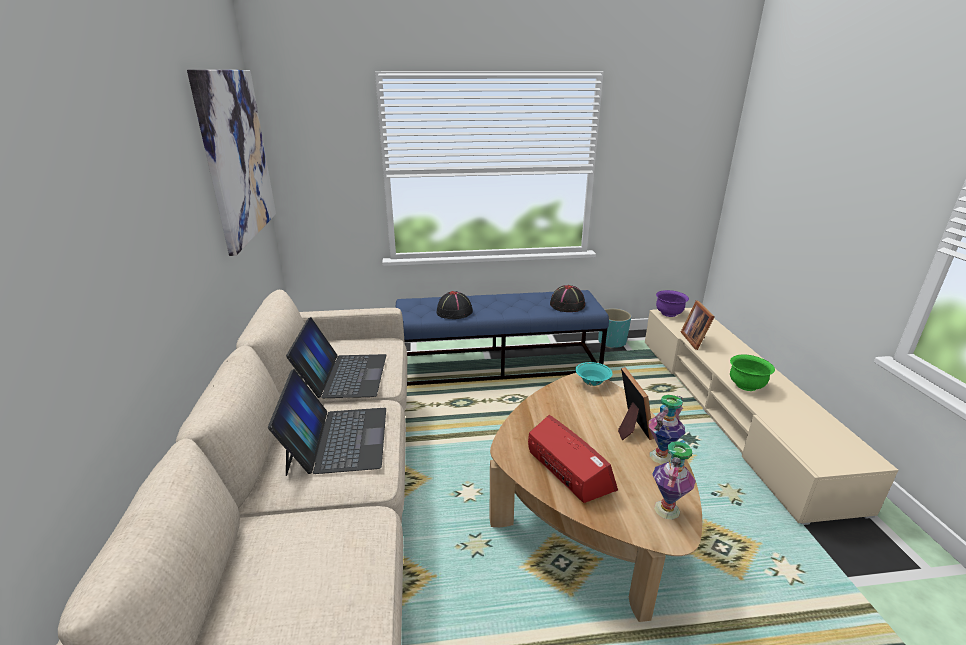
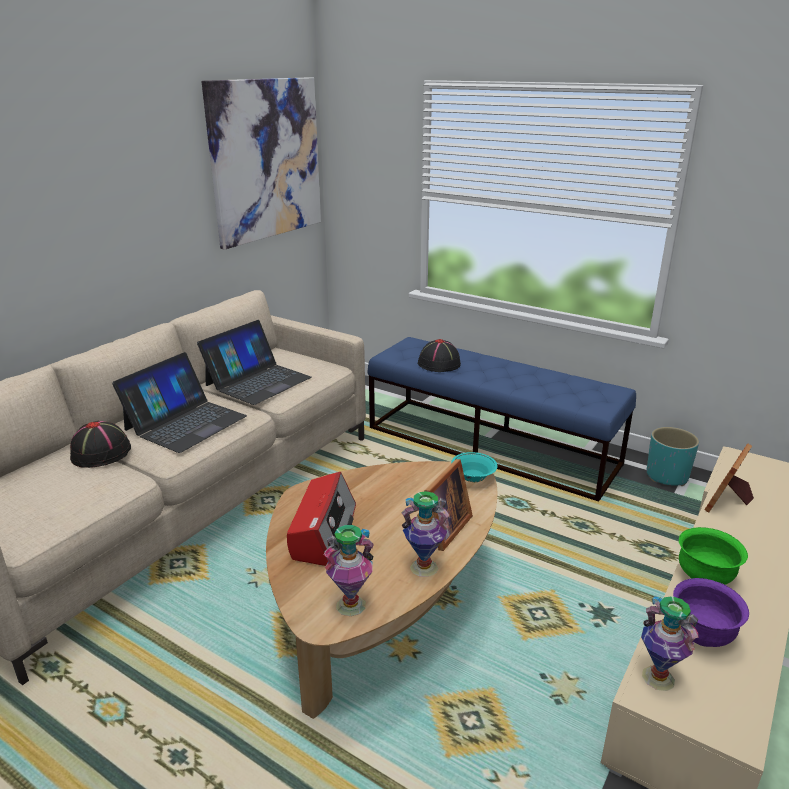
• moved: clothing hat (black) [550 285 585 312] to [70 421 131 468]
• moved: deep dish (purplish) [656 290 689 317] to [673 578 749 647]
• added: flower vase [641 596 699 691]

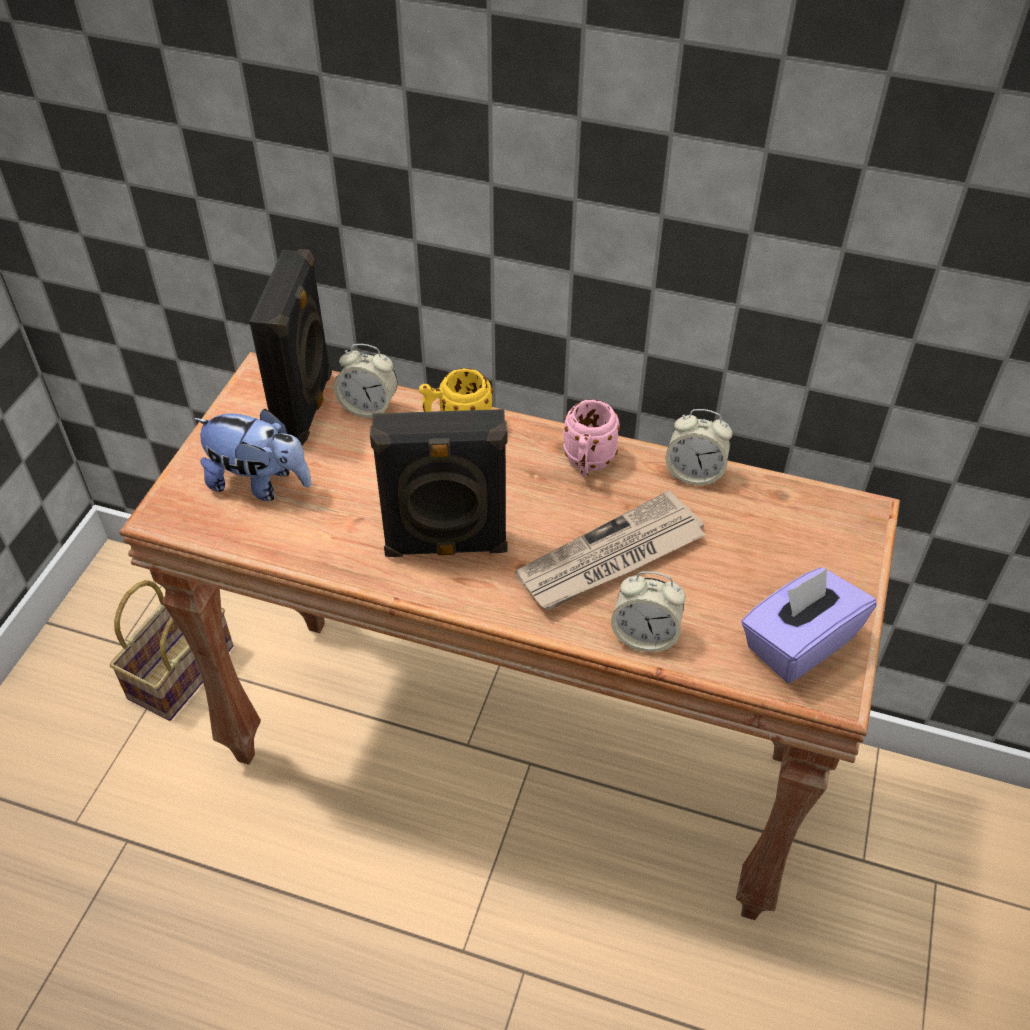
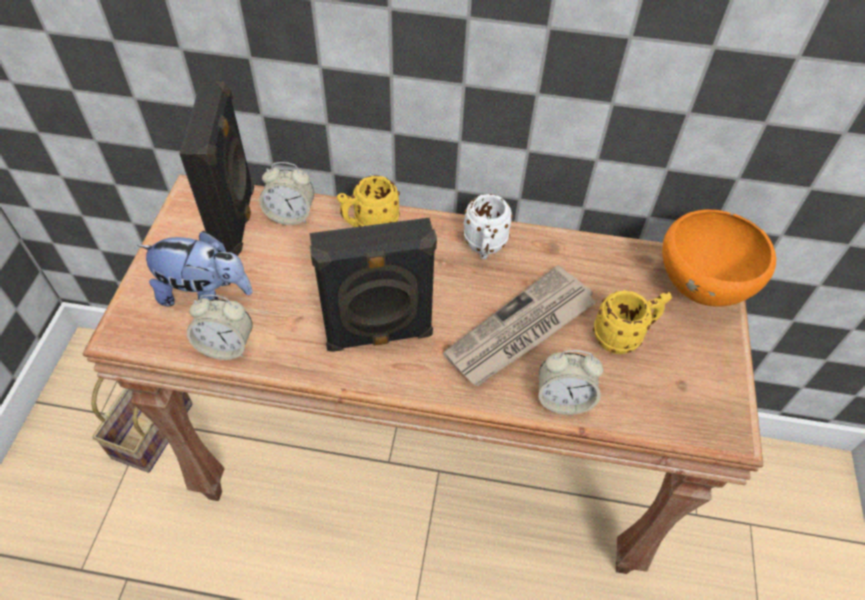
• recoloured: mug (pink) [563 399 620 477] to mug (white-coloured) [463 194 513 259]
• moved: table clock [666 409 732 486] to [187 295 253 360]
• removed: box of tissues (purplish) [741 568 876 683]
• added: deep dish (orangey) [662 210 776 307]
• added: mug (yellowish) [593 290 672 354]

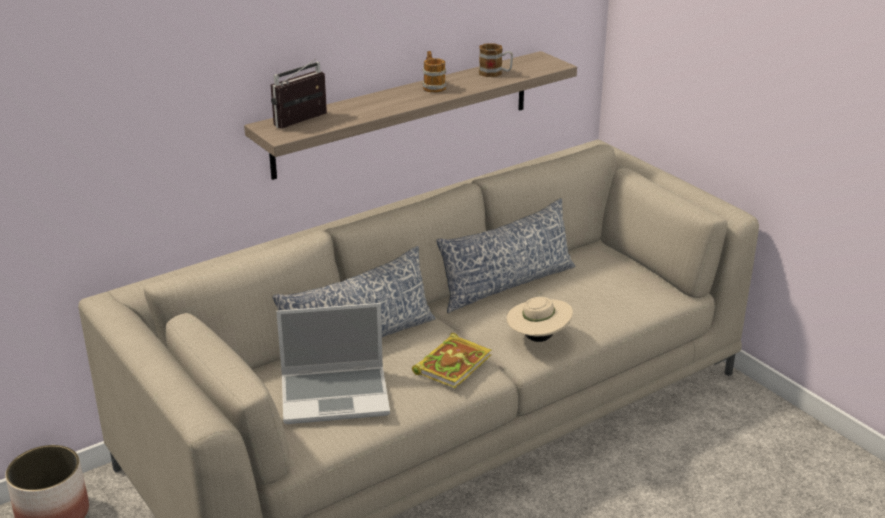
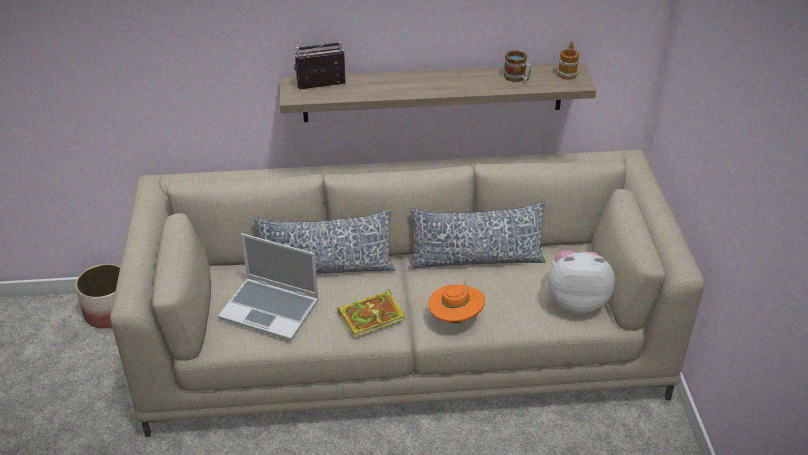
• moved: mug [422 51 447 93] to [557 41 579 80]
• recoloured: clothing hat (beige) [506 291 573 342] to clothing hat (orangey) [428 280 485 323]
• added: plush toy [548 251 615 313]

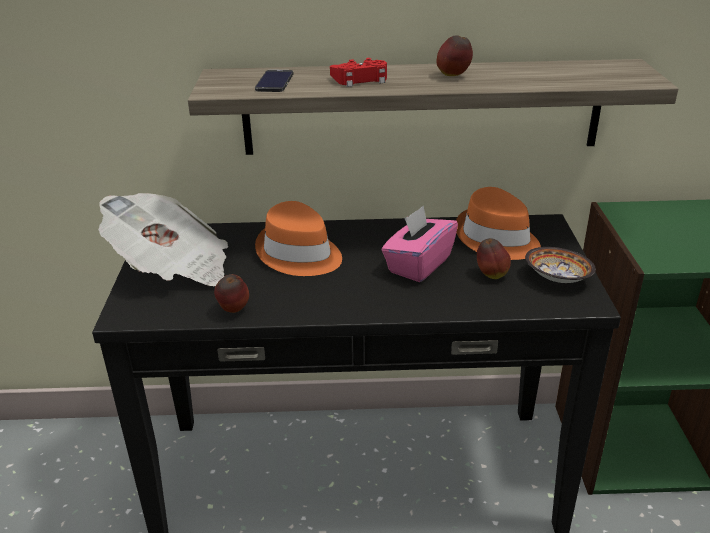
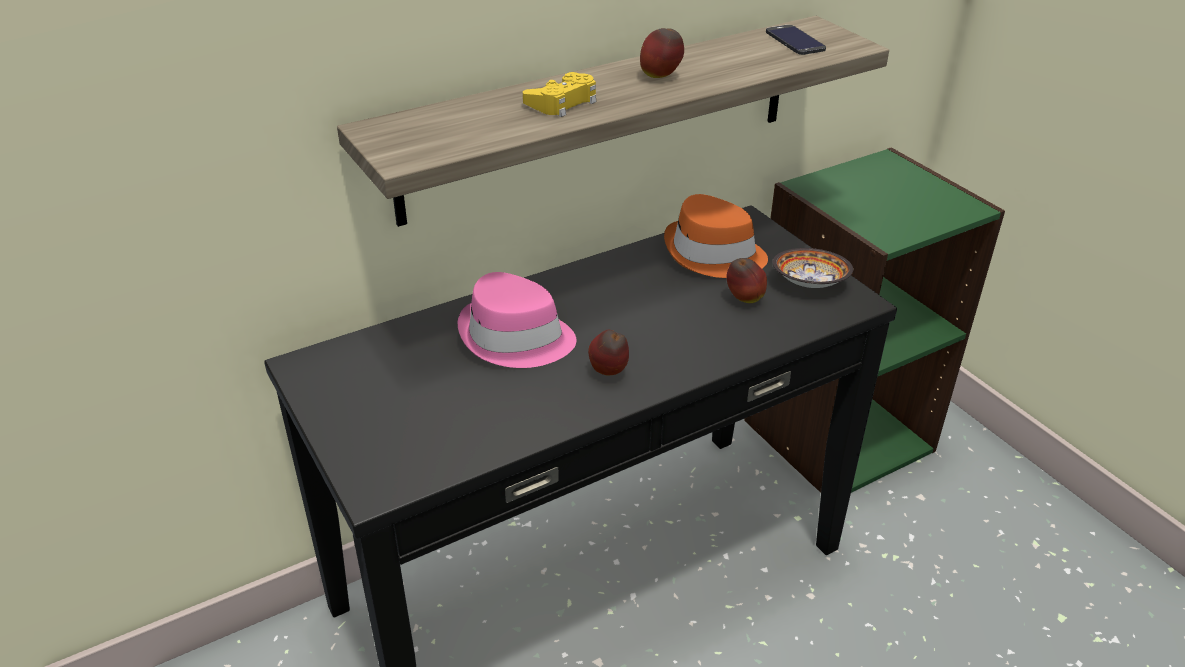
• recoloured: game controller (red-coloured) [330 58 387 87] to game controller (yellowish) [523 72 596 117]
• moved: phone [255 70 294 92] to [766 25 826 55]
• removed: daily paper [98 193 228 286]
• recoloured: clothing hat (orangey) [255 201 342 276] to clothing hat (pink) [458 272 576 368]
• removed: box of tissues (pink) [382 206 458 282]
• moved: apple [214 274 249 313] to [588 330 629 375]

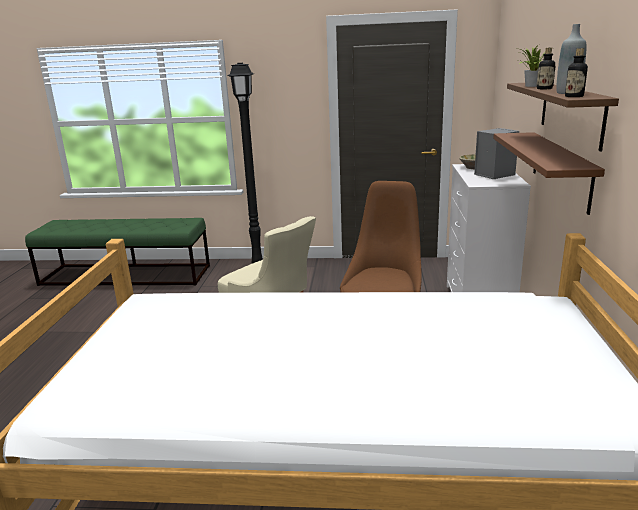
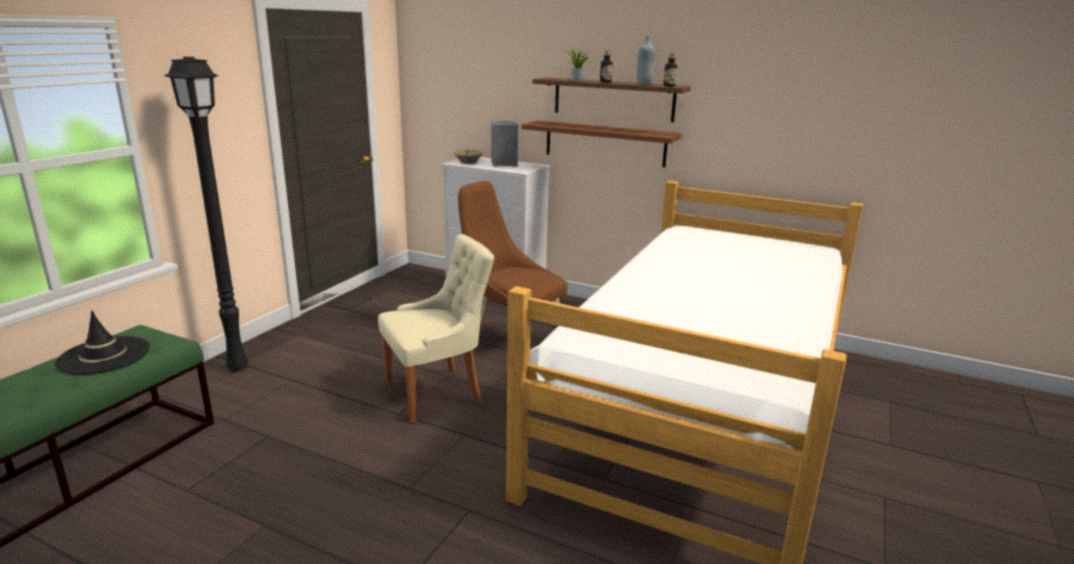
• added: clothing hat (black) [55 311 150 375]

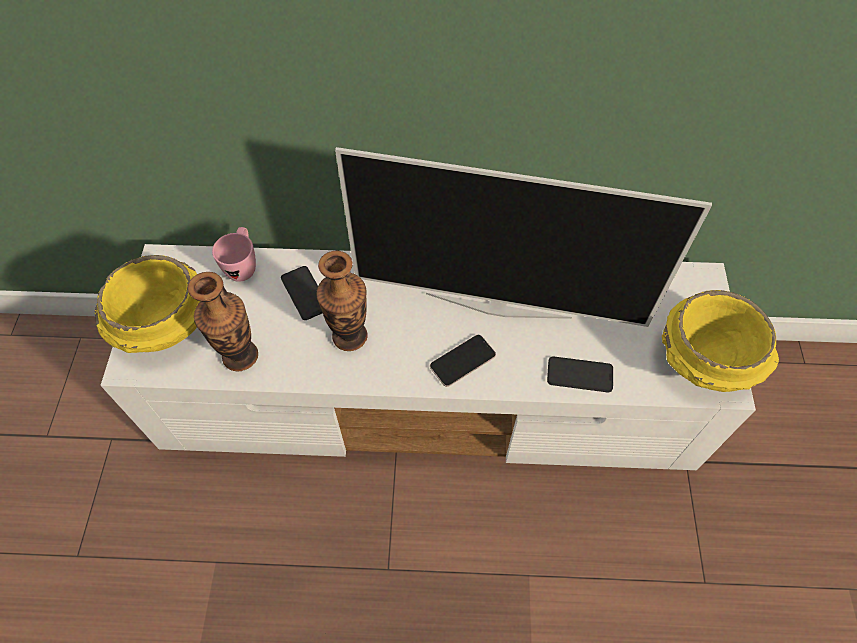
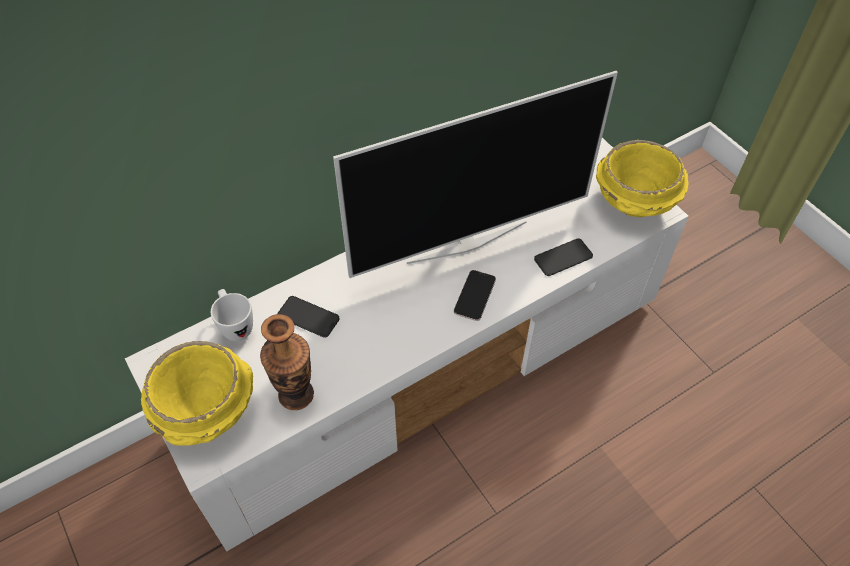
• recoloured: mug (pink) [212 227 256 282] to mug (white-coloured) [211 289 253 341]
• removed: flower vase [317 251 368 351]

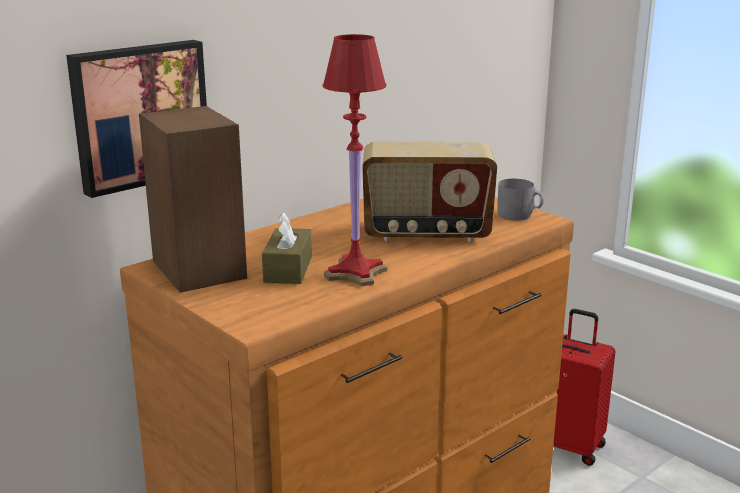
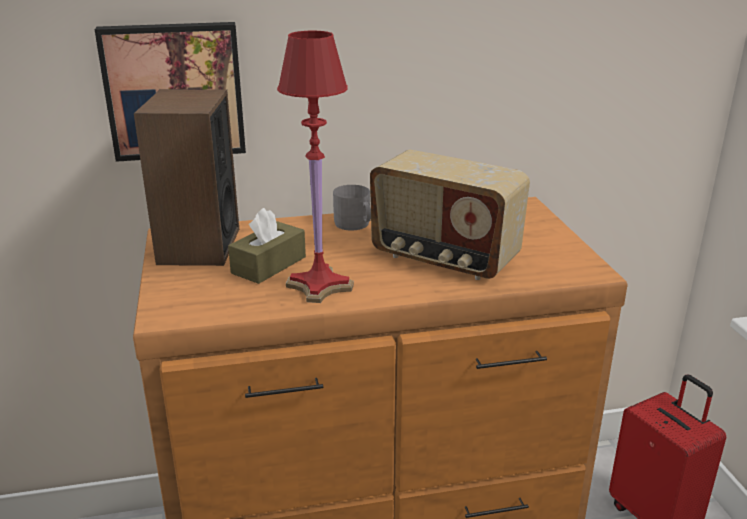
• moved: mug (gray) [497 179 544 221] to [333 185 371 231]

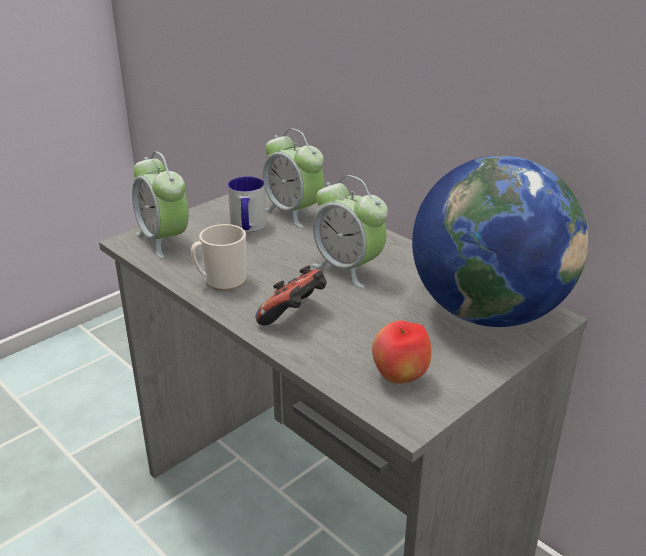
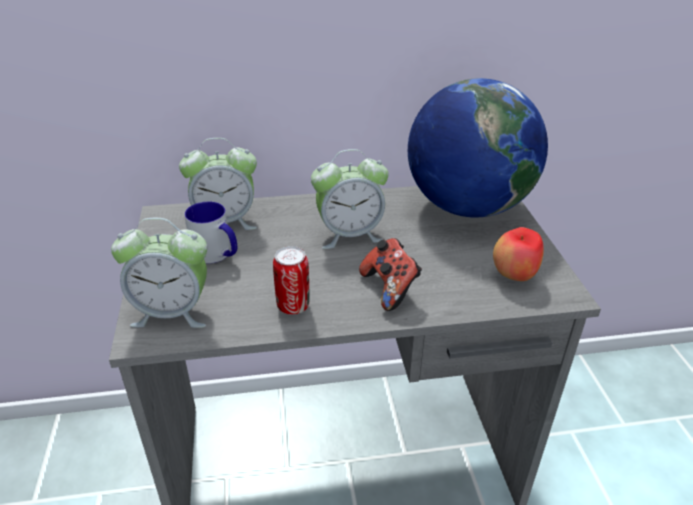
• replaced: mug [191 224 246 291] to sealed can [273 246 309 315]

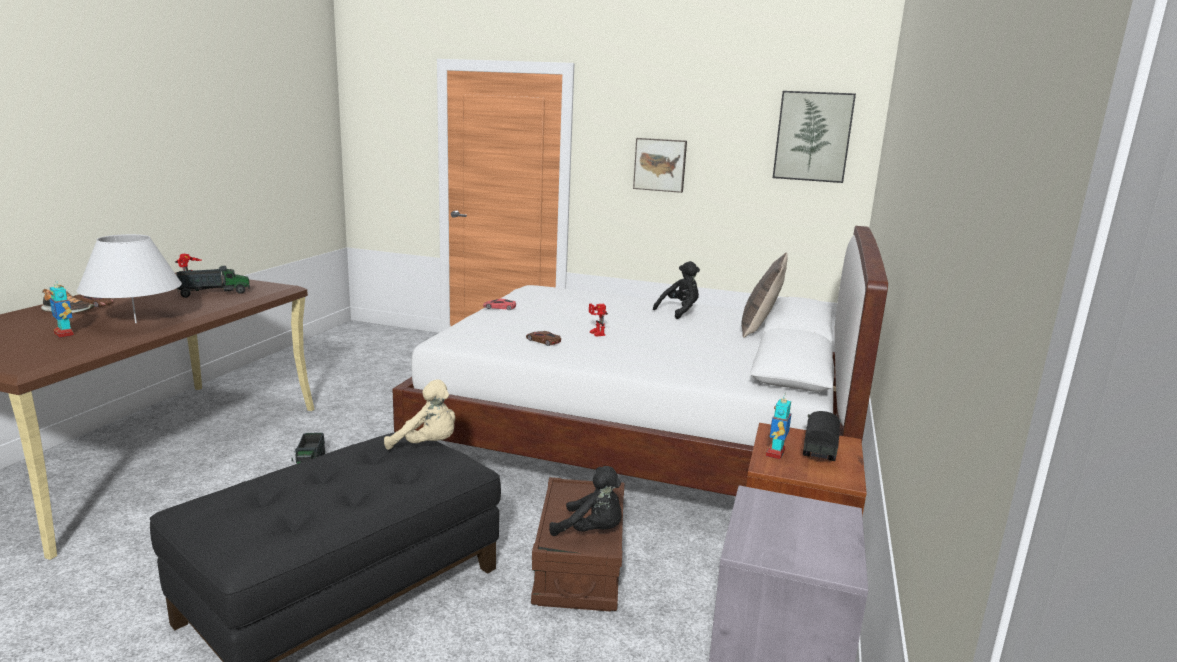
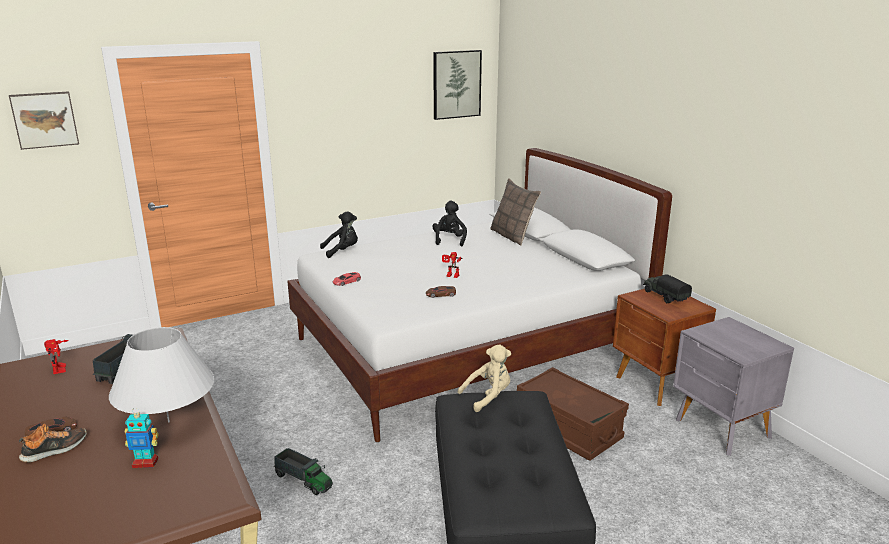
• moved: wall picture [633 138 687 193] to [9 91 79 150]
• removed: model robot [766 393 791 459]
• moved: plush toy (black) [549 466 622 536] to [320 211 358 258]

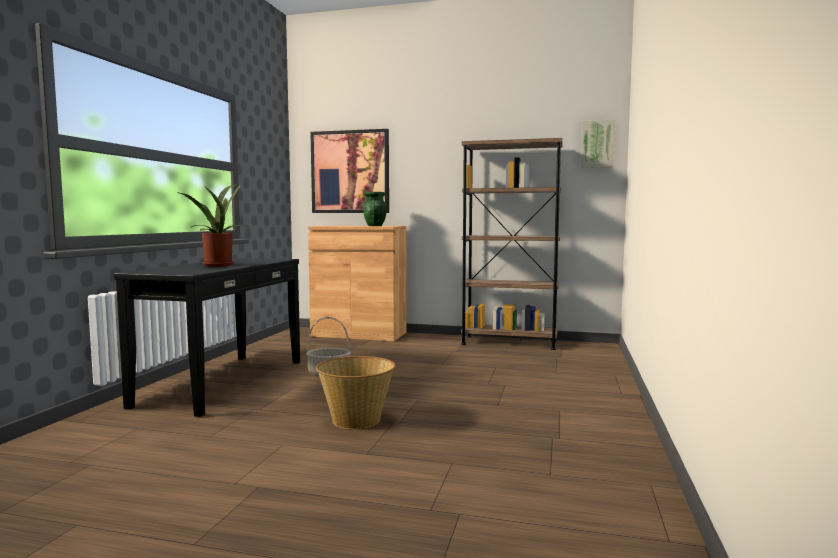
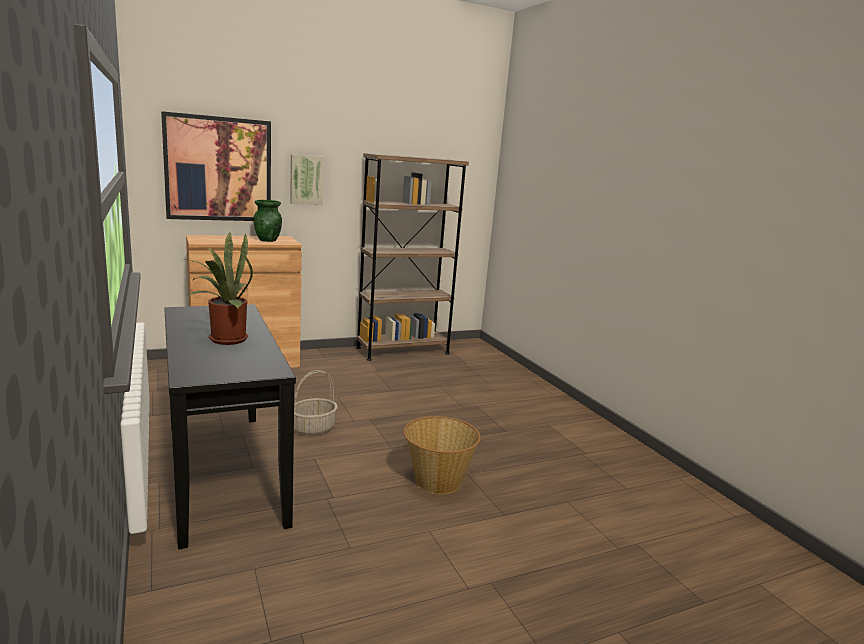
• moved: wall picture [581 120 615 168] to [290 155 324 205]

